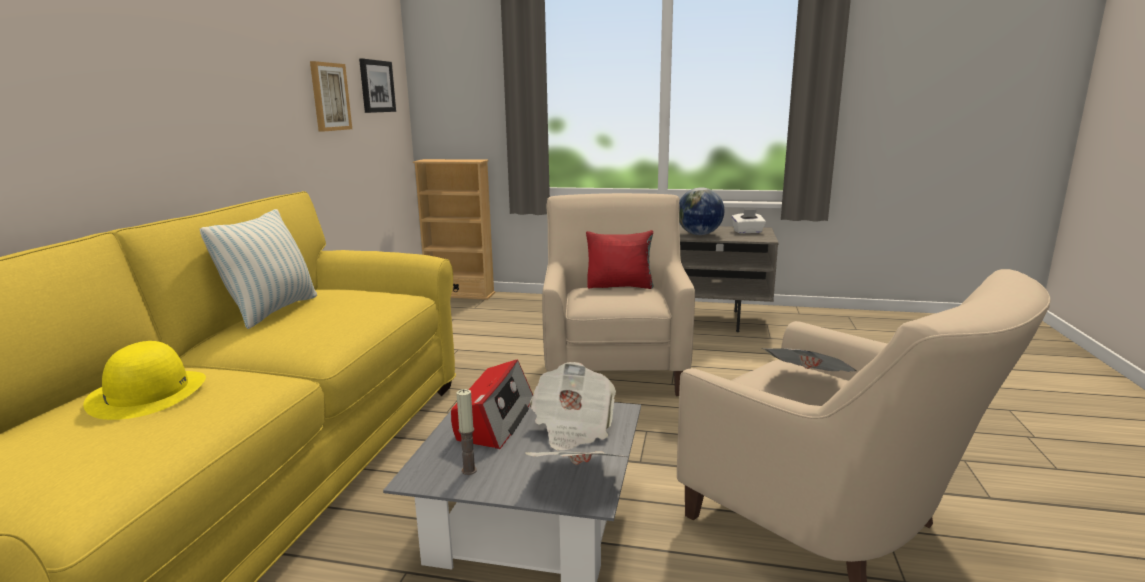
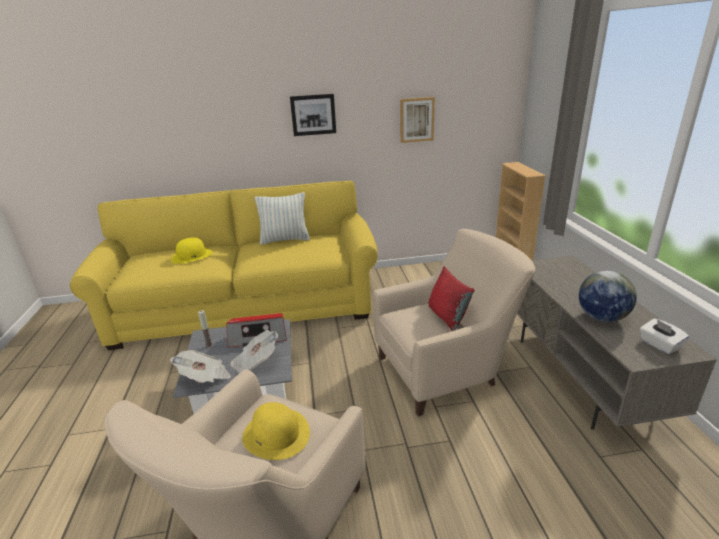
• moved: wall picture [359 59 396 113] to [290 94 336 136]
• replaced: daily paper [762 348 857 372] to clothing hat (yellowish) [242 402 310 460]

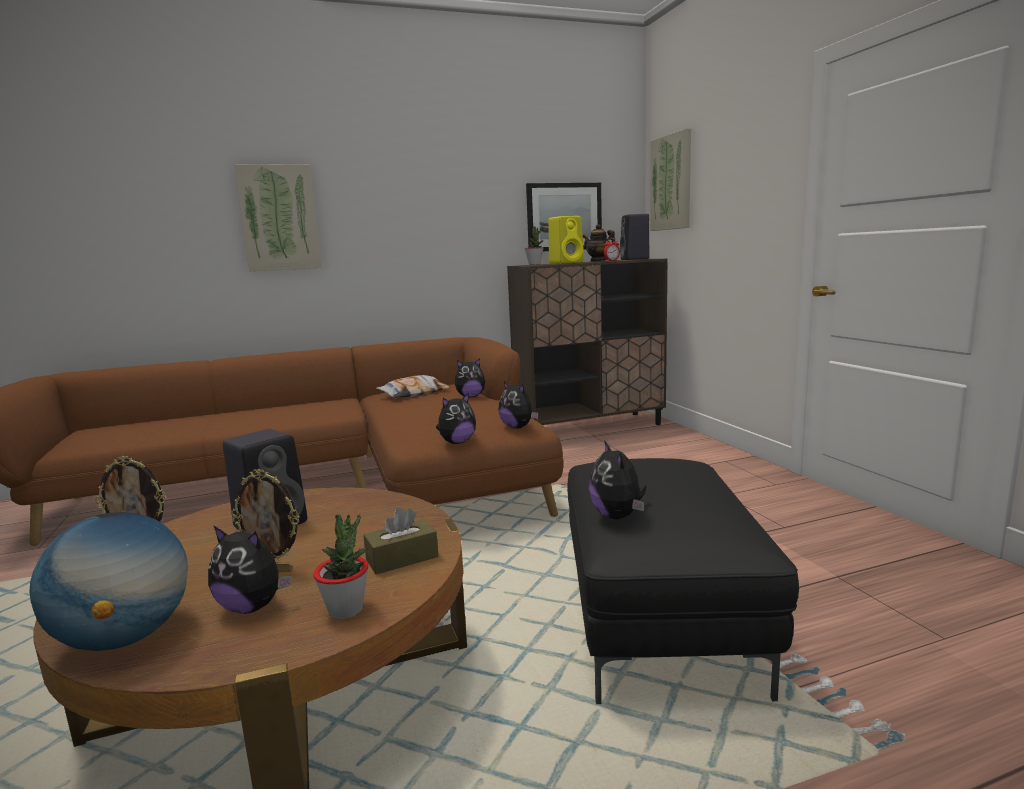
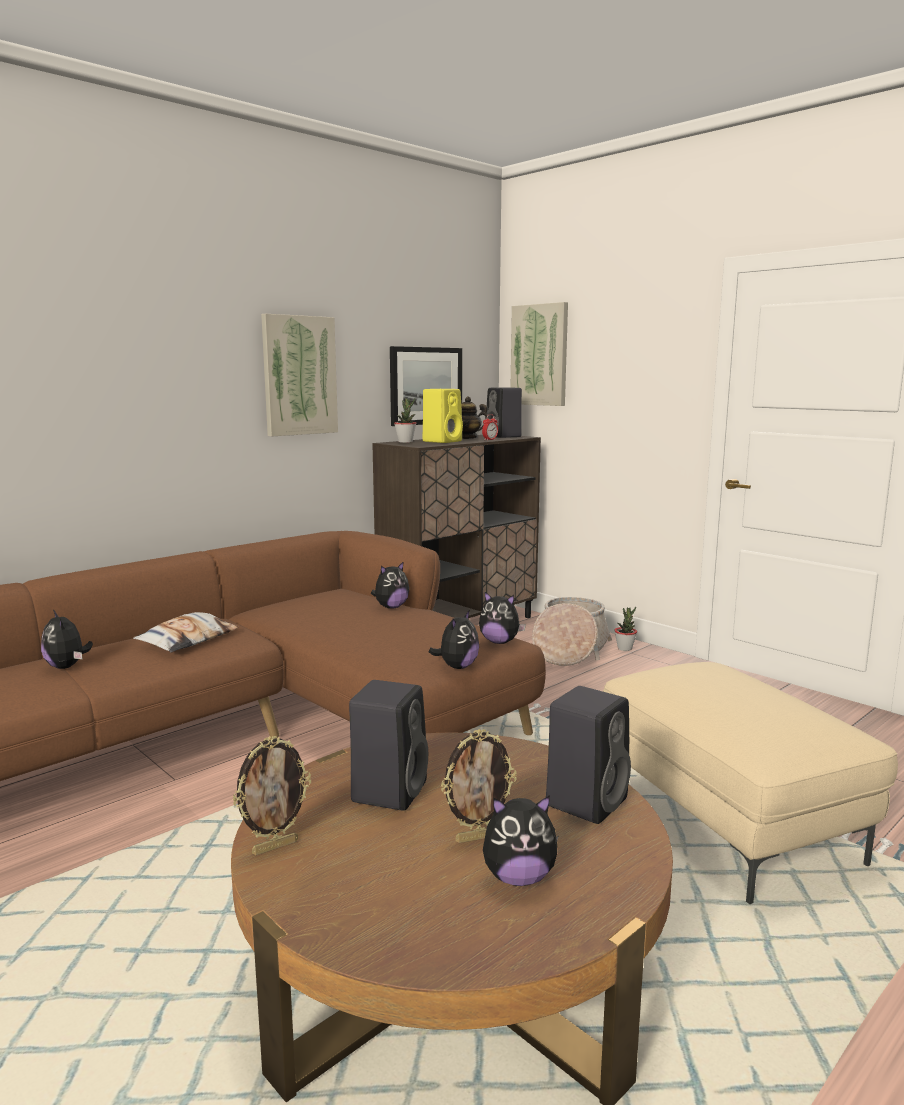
• moved: wall picture [234 164 321 271] to [261 314 338 437]
• moved: cushion [376 375 451 398] to [133 612 239 653]
• moved: plush toy [589 440 646 519] to [41 610 93 669]
• recoloured: footrest (black) [567 458 799 704] to footrest (beige) [603 662 898 904]
• replaced: box of tissues (brown) [363 508 438 574] to speaker (black) [546 686 631 824]
• removed: desk globe [29 512 188 651]
• moved: potted plant [313 514 369 619] to [614 607 637 651]
• added: storage basket [532 597 612 666]

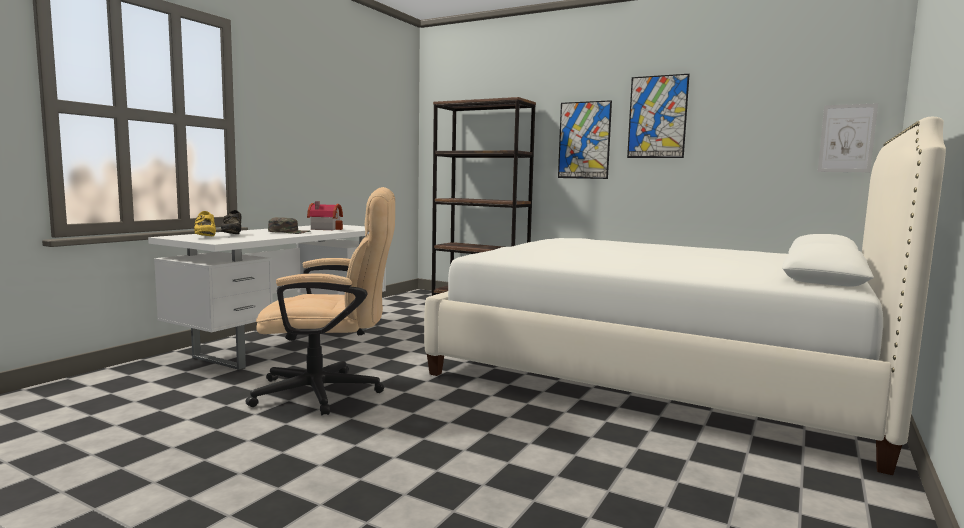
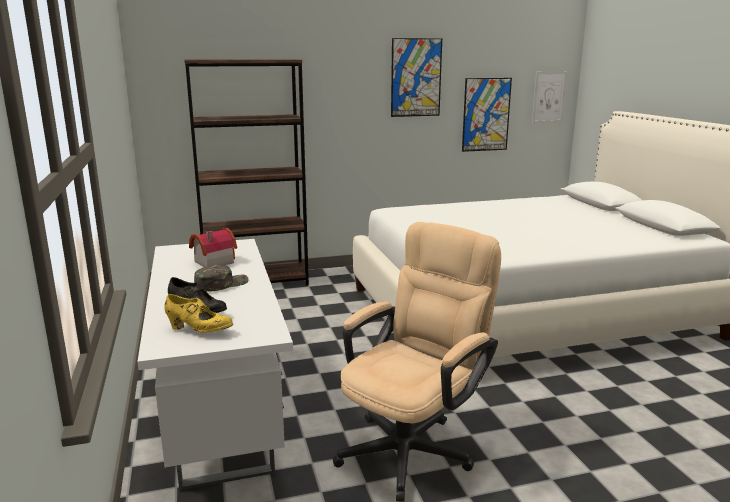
• moved: wall picture [558 100 612 179] to [462 78 512 152]

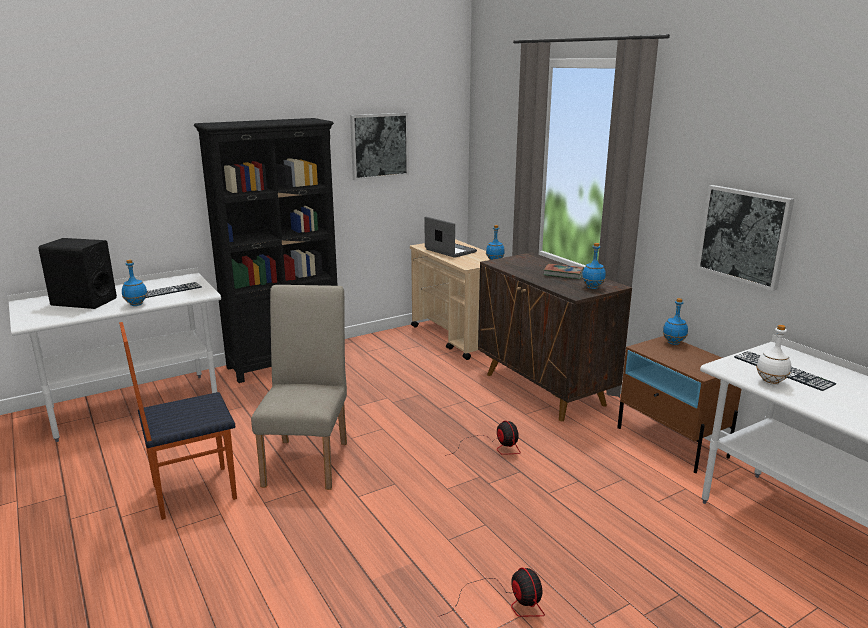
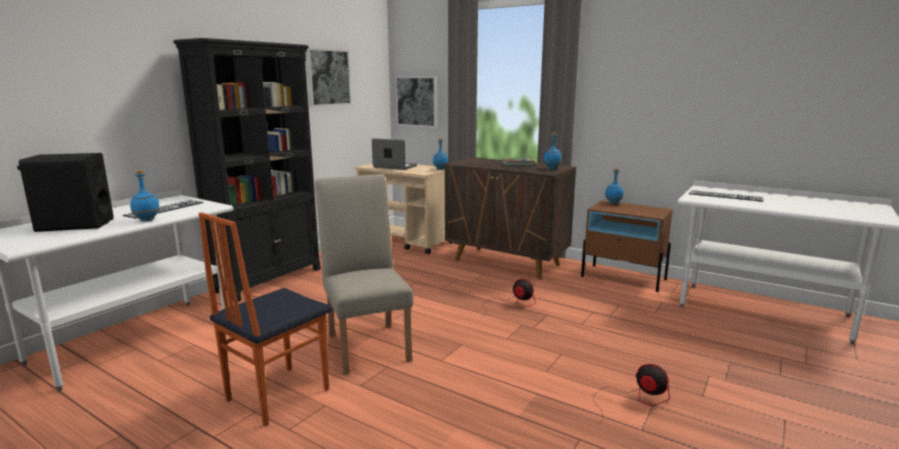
• moved: wall picture [697 185 794 291] to [395 76 437 128]
• removed: bottle (white-coloured) [756 325 791 385]

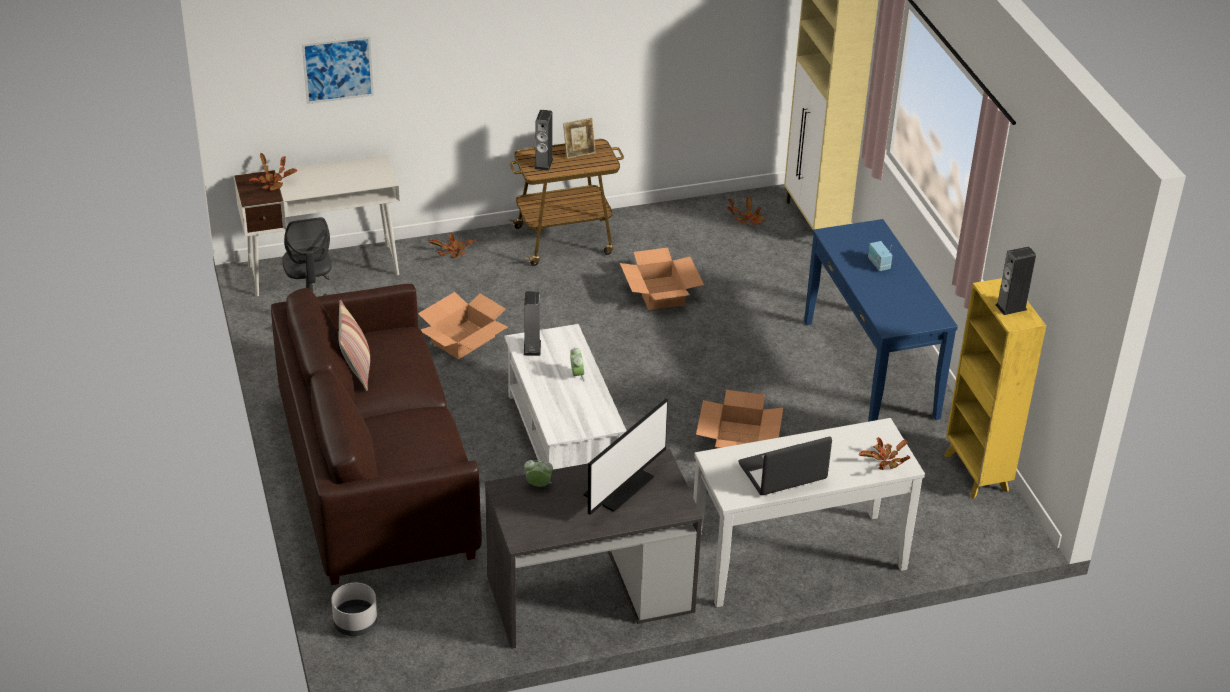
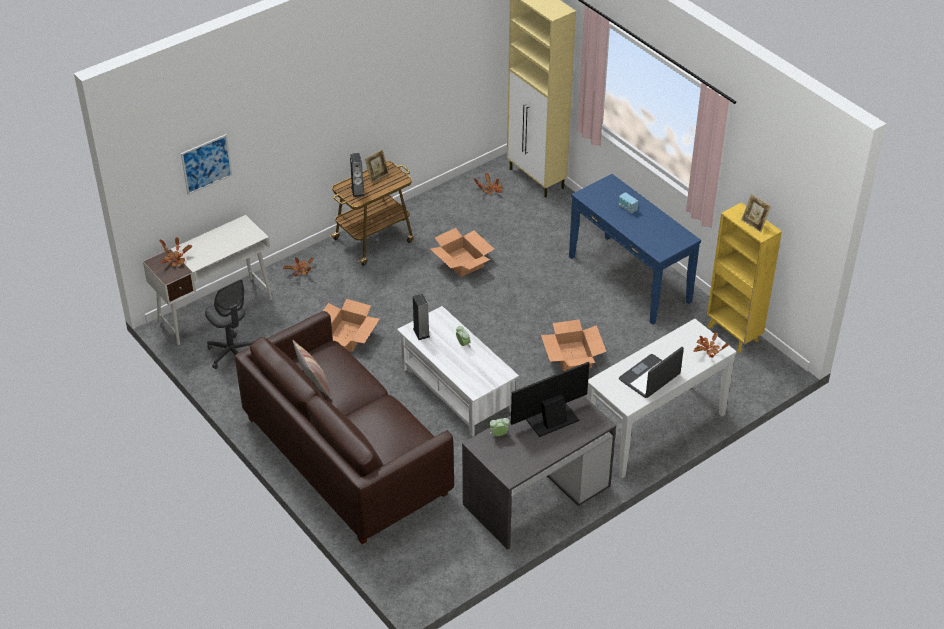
• replaced: speaker [995 246 1036 315] to standing frame [741 194 771 232]
• turned: computer display [584 399 668 515] = [511 362 590 437] 135 degrees counterclockwise
• removed: plant pot (gray) [331 583 377 636]

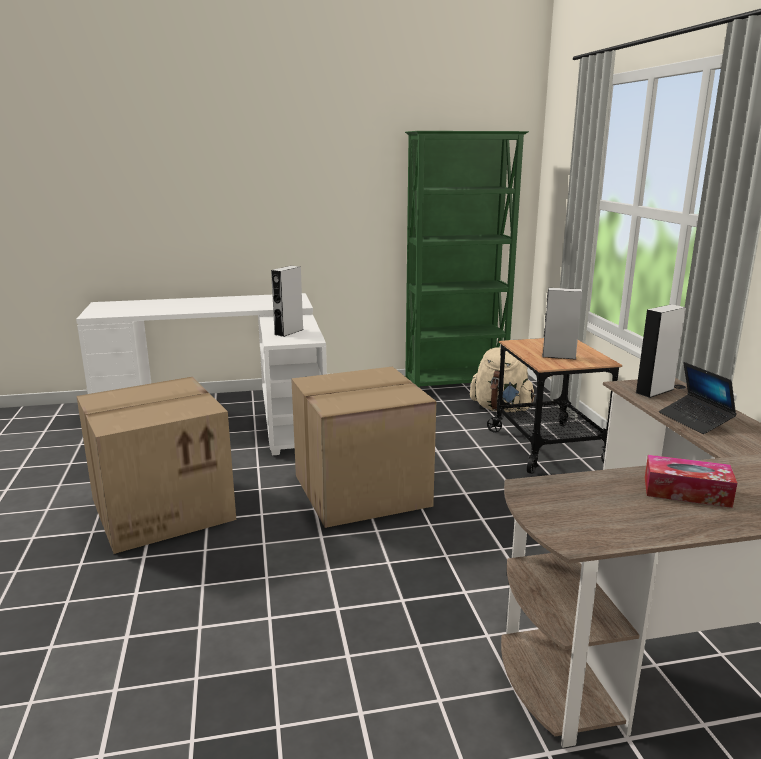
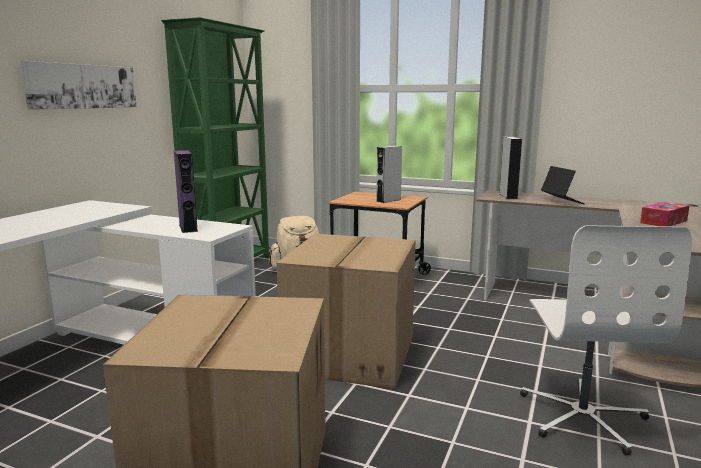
• recoloured: speaker (gray) [271 266 303 337] to speaker (purplish) [174 150 198 233]
• turned: laptop [659 362 737 434] = [541 166 585 204] 120 degrees counterclockwise
• added: wall picture [21 61 137 110]
• added: desk chair (white-coloured) [520 225 692 456]

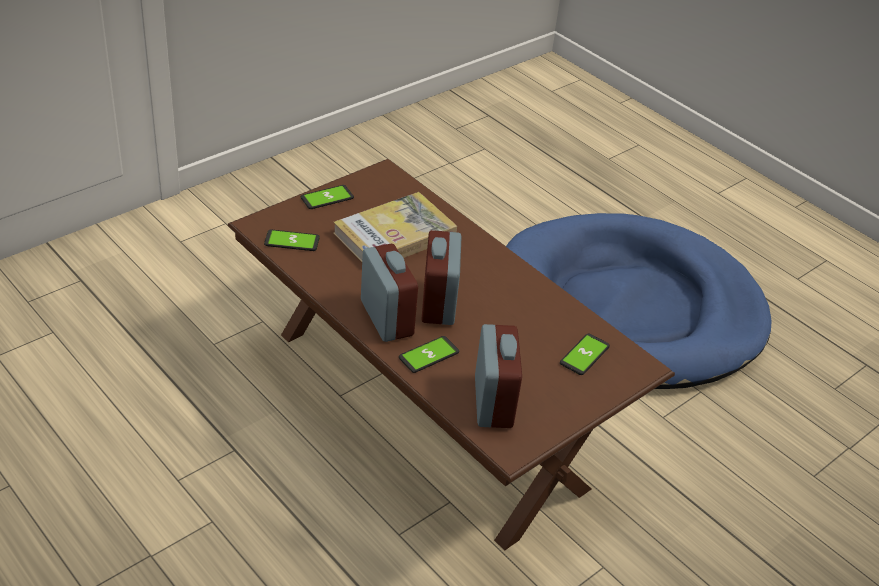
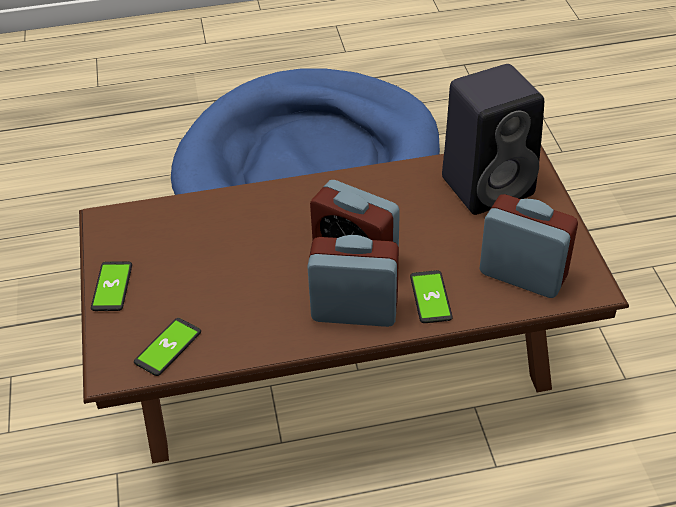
• removed: volume [333 192 457 262]
• replaced: phone [560 333 610 375] to speaker (black) [442 64 544 215]

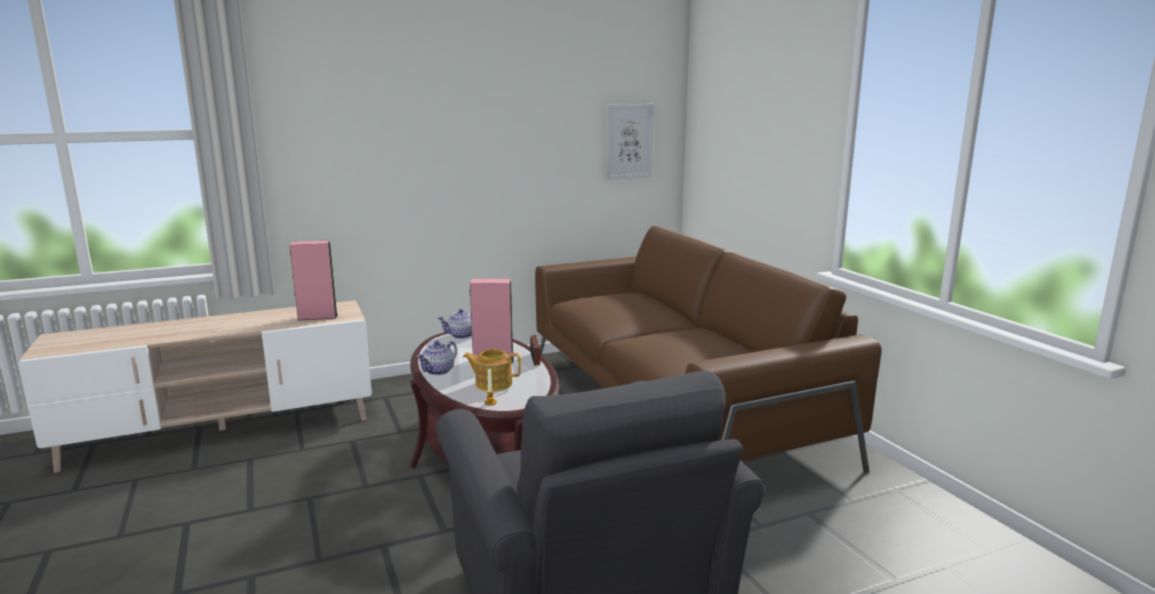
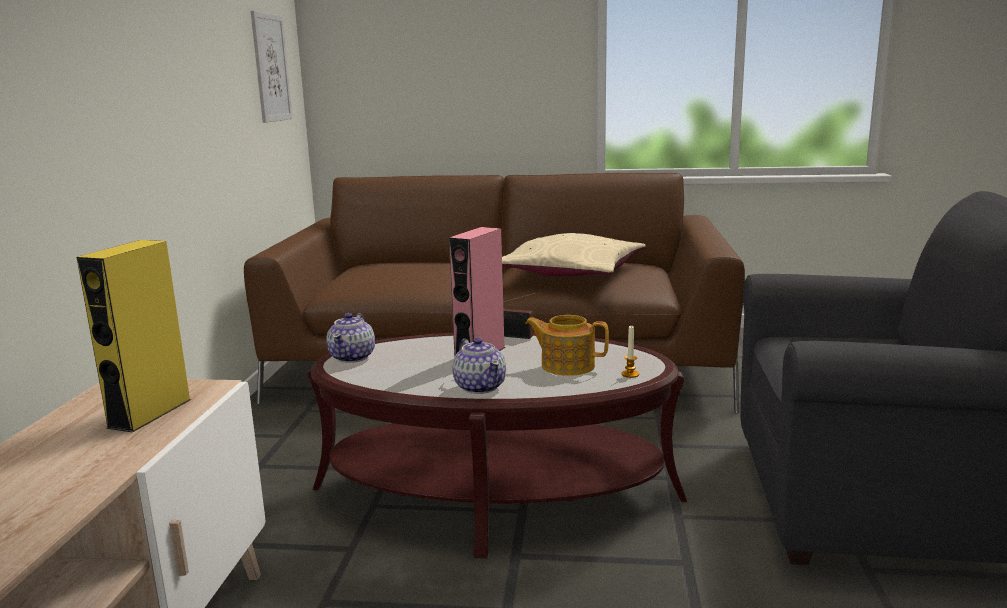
• recoloured: speaker (pink) [290 241 338 321] to speaker (yellowish) [76 240 192 433]
• turned: pot for tea [463 349 521 391] = [525 315 609 376] 75 degrees clockwise
• added: cushion (beige) [502 233 646 276]

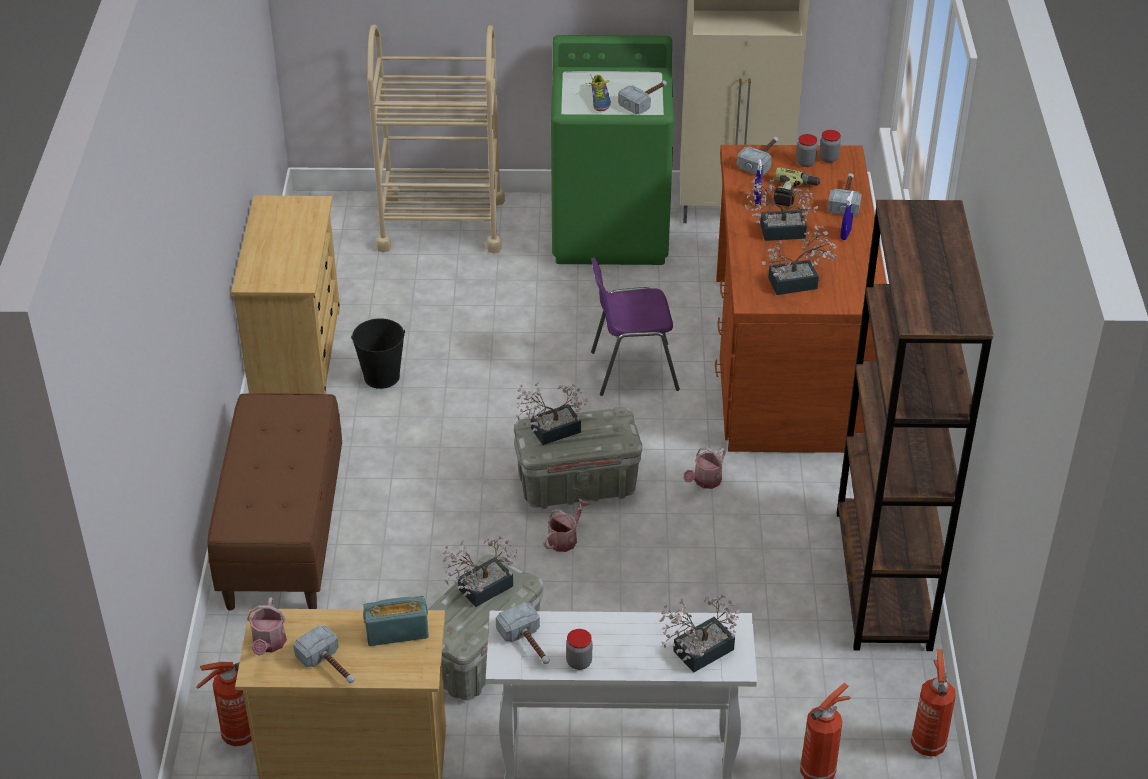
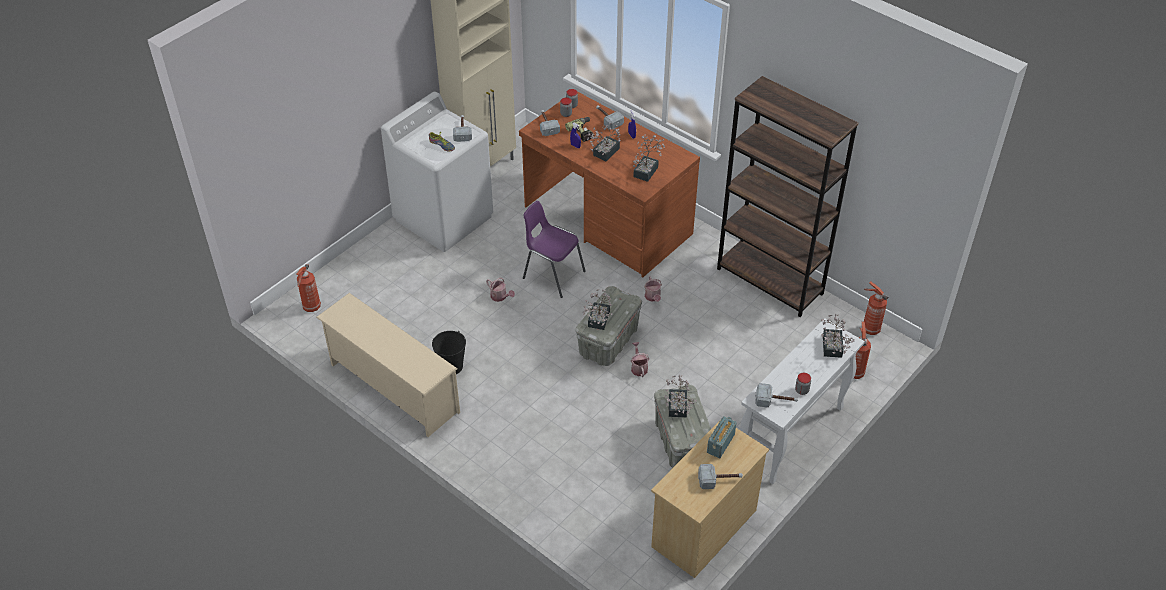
• removed: trolley (beige) [367 24 505 253]
• recoloured: laundry appliance (green) [551 35 674 265] to laundry appliance (white-coloured) [381 91 493 252]
• replaced: dresser (beige) [231 195 340 394] to shoe rack (beige) [316 293 460 437]
• turned: upright chair (purplish) [591 258 680 396] = [523 201 586 298] 90 degrees clockwise
• removed: indoor bench (brown) [207 393 342 611]
• moved: watering can [247 598 287 656] to [486 278 515 302]
• moved: fire-fighting cylinder [196 662 252 746] to [296 264 321 312]

